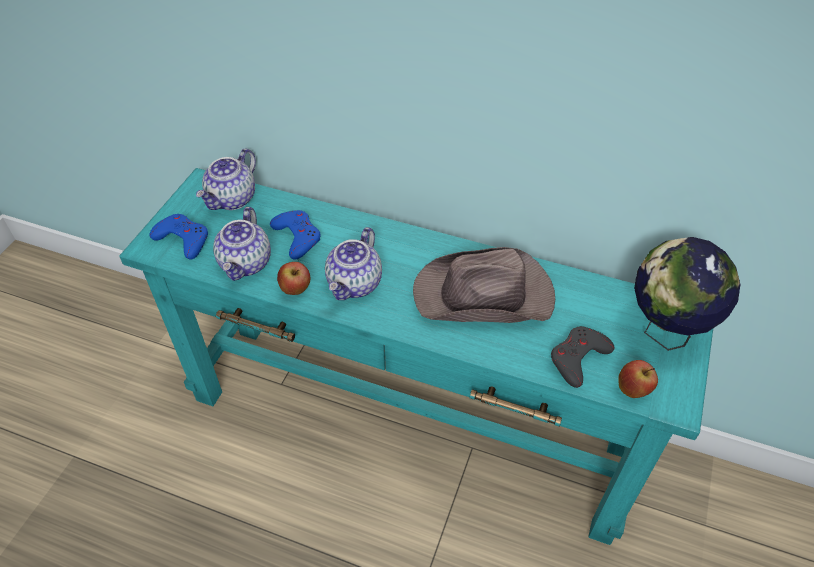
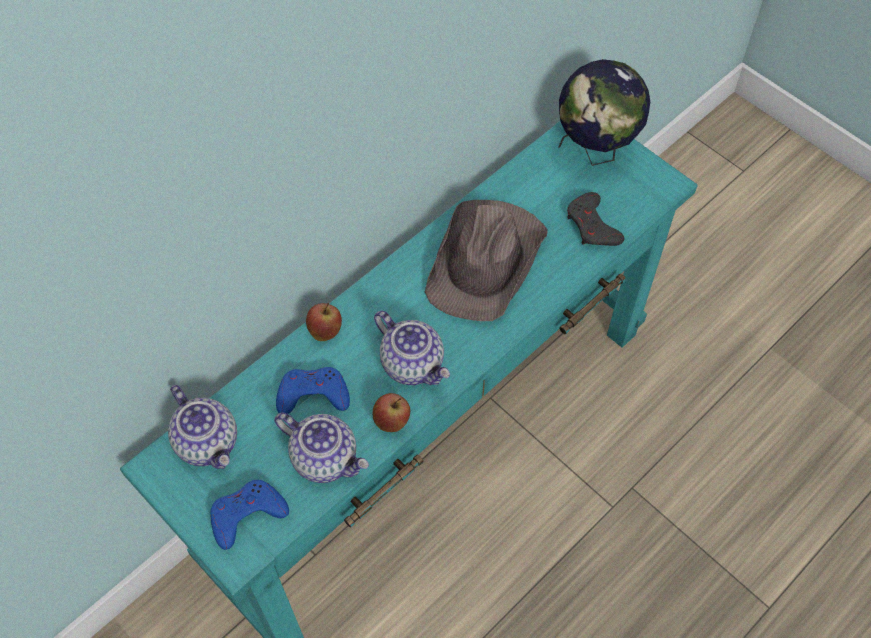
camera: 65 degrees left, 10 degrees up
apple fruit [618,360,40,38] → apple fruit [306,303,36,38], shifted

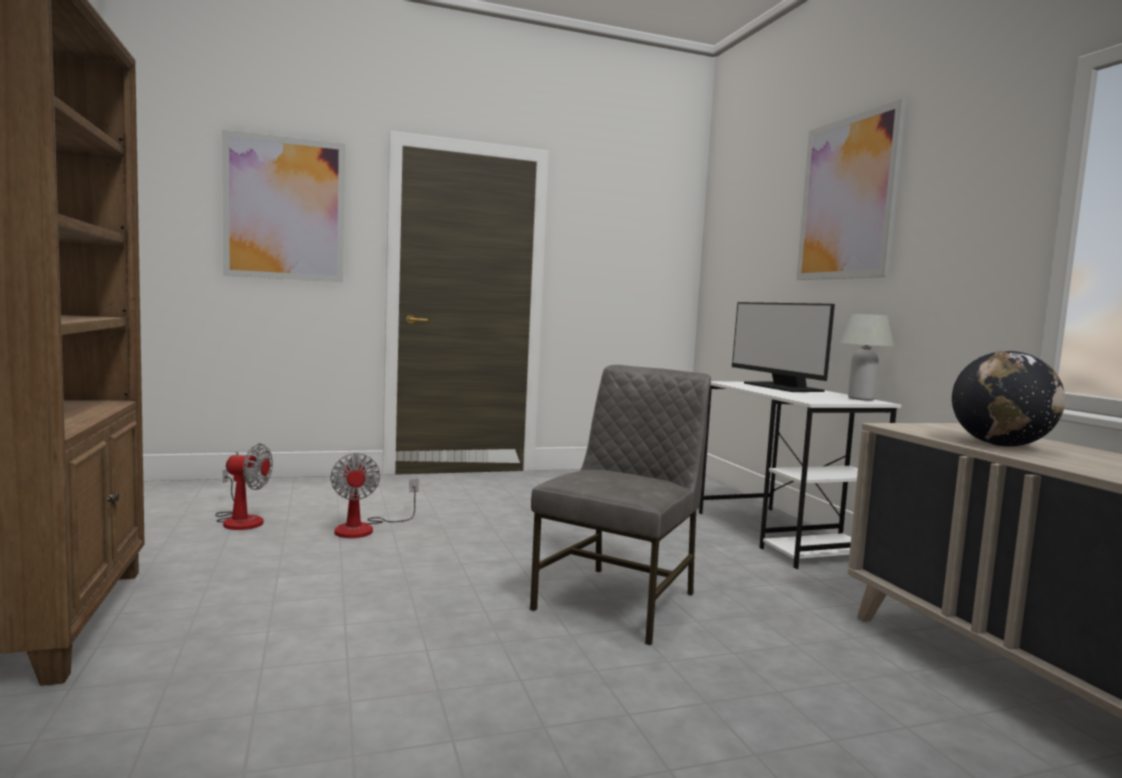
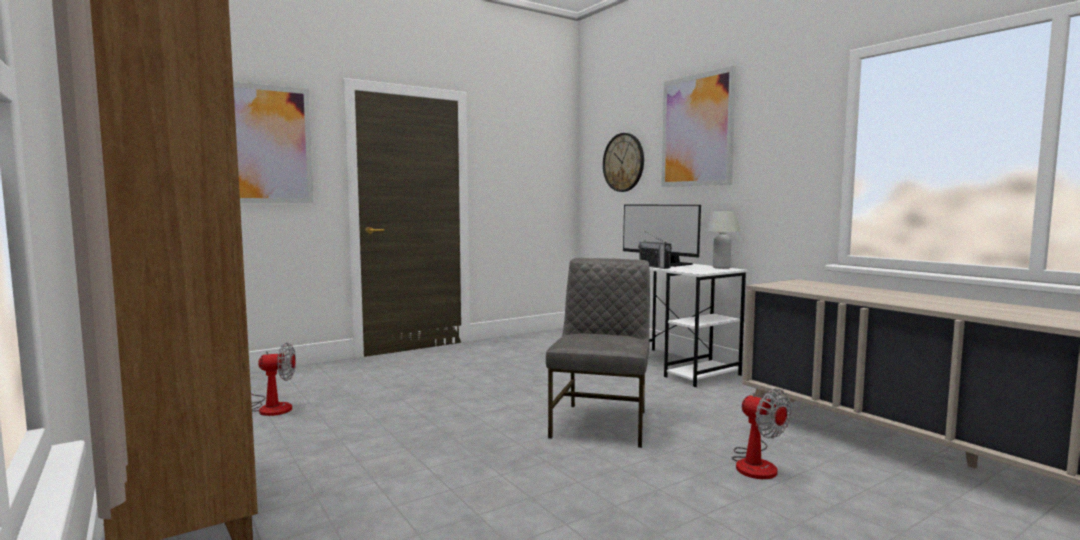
camera: 15 degrees left, 0 degrees up
desk globe [952,351,113,96] → -
electric fan [330,453,89,85] → electric fan [732,388,59,91], shifted
- → clock on the wall [603,133,41,59]
- → radio set [638,232,34,37]

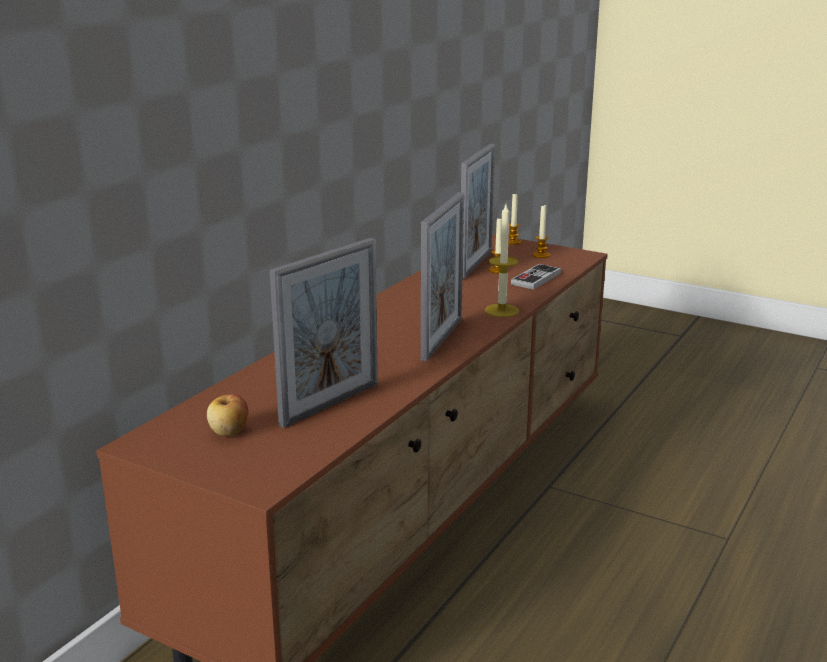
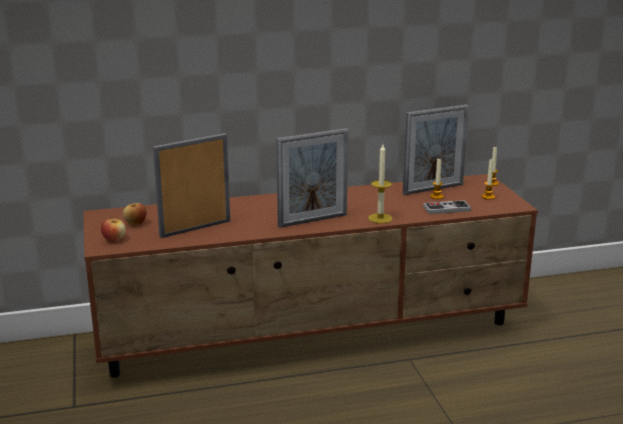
camera: 45 degrees right, 0 degrees up
standing frame [270,238,108,190] → standing frame [153,133,77,105], 150 degrees clockwise
- → apple fruit [101,218,25,24]

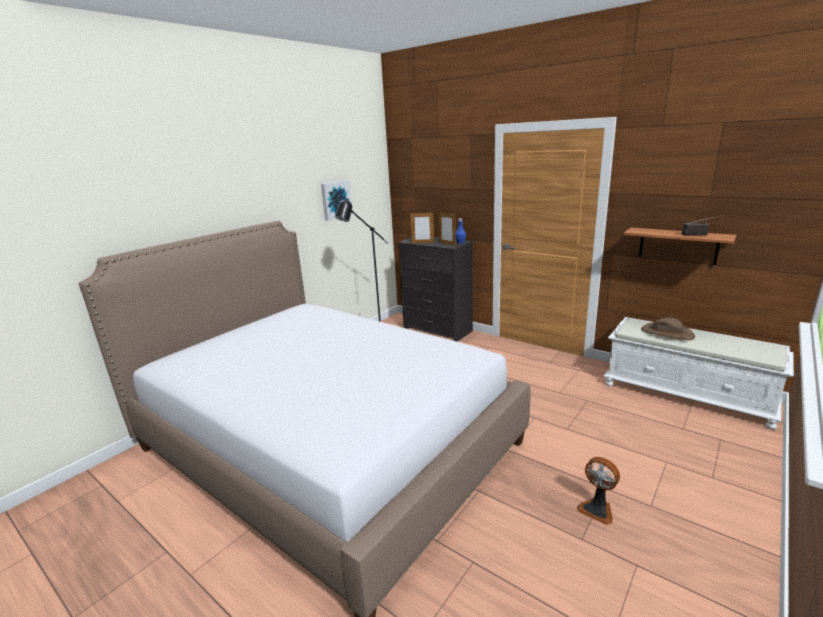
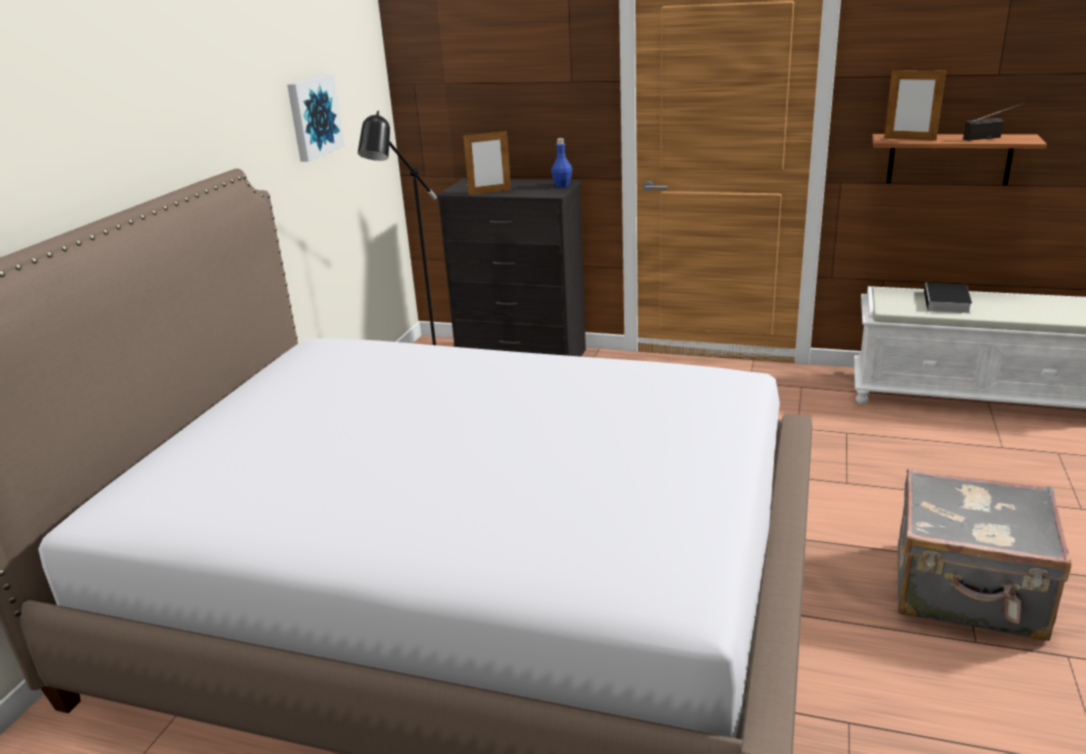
camera: 20 degrees left, 5 degrees up
standing frame [438,212,18,34] → standing frame [884,68,62,73], shifted
hat in brown-coloured [641,318,54,22] → bound book [924,283,48,32]
electric fan [577,457,43,68] → travel case in greyish [897,468,175,173]

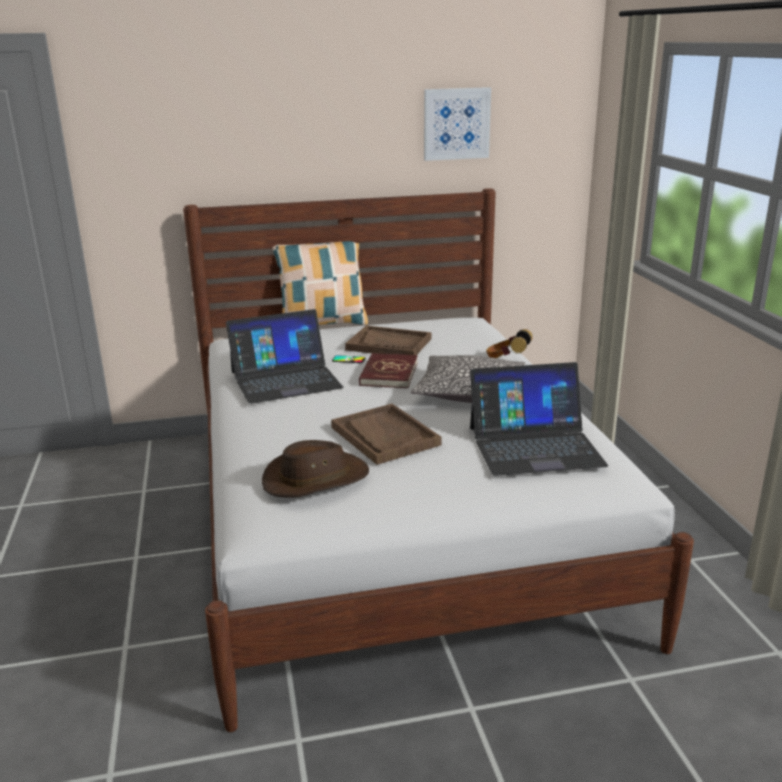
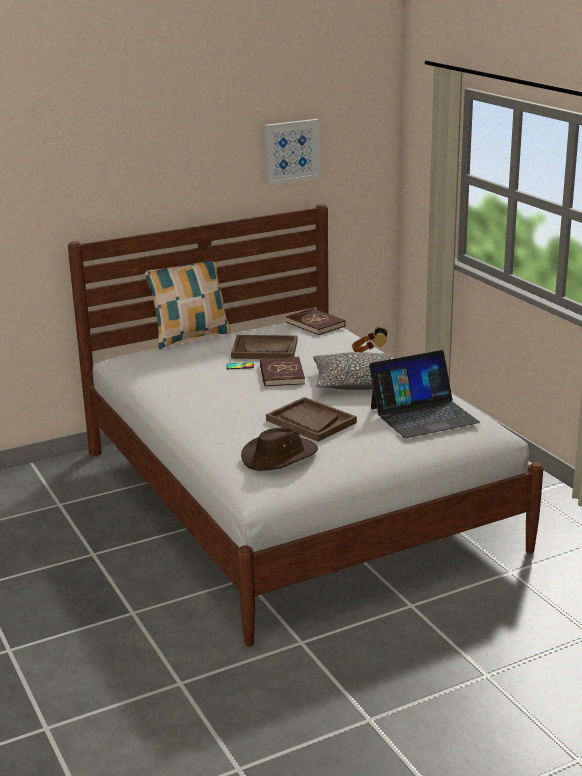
camera: 15 degrees left, 0 degrees up
laptop [226,309,117,95] → -
- → bound book in red-coloured [286,308,60,27]

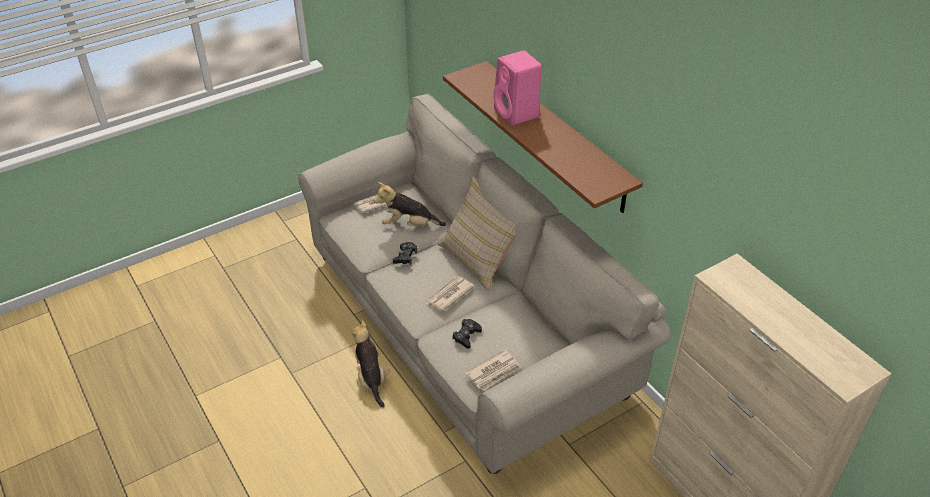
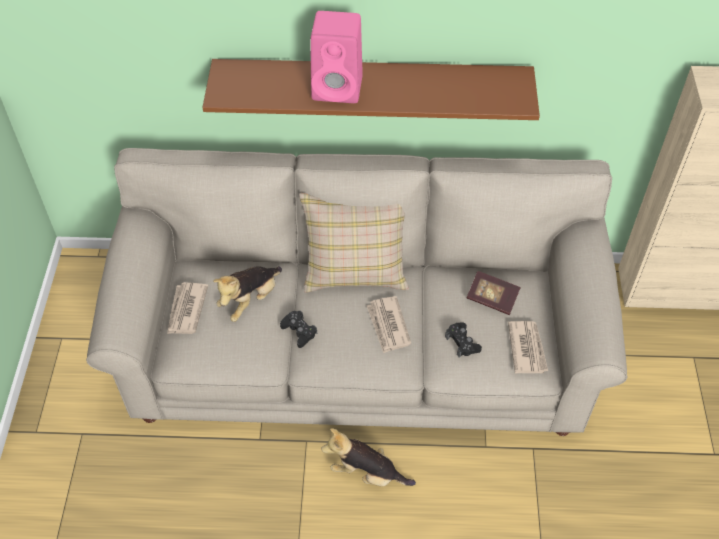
camera: 55 degrees left, 10 degrees up
- → bound book [466,271,55,44]

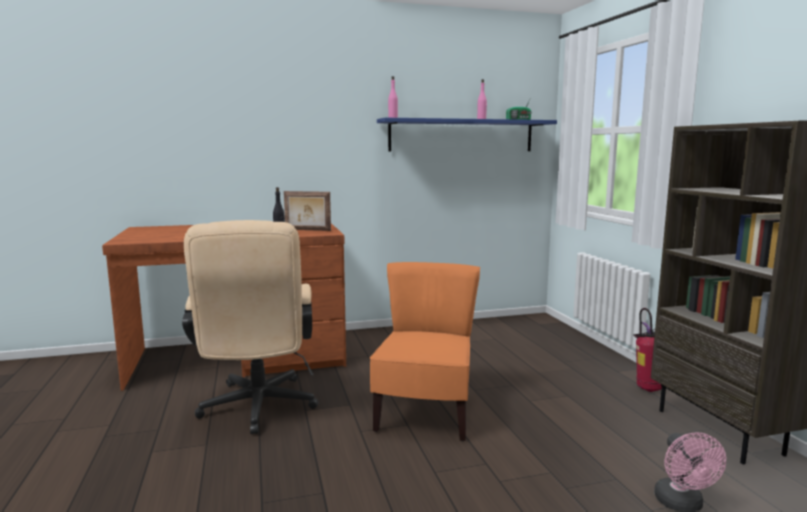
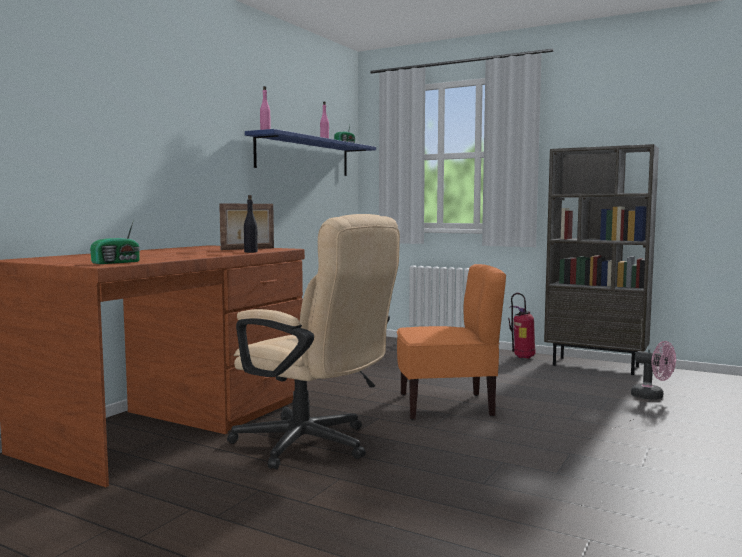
camera: 45 degrees left, 5 degrees down
chair in orange [370,262,110,179] → chair in orange [397,264,109,156], 120 degrees clockwise
- → radio set [90,219,50,45]

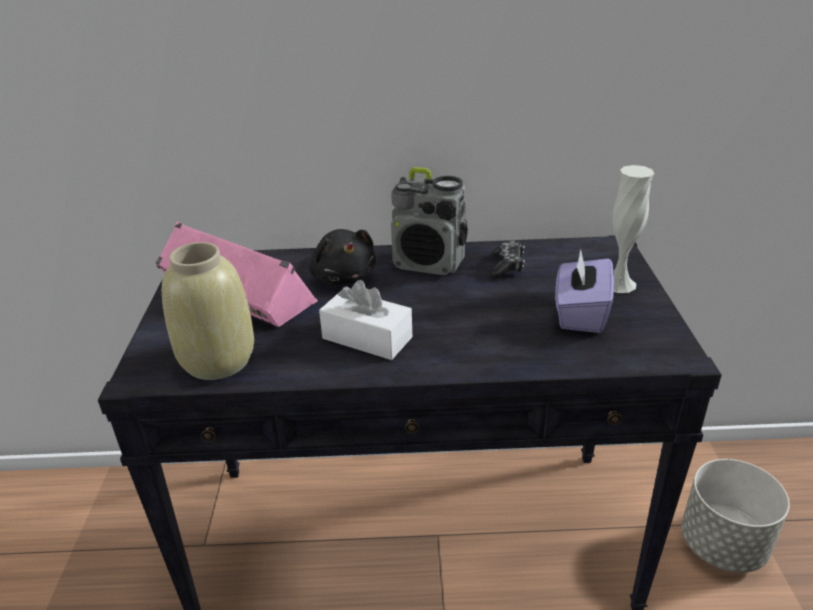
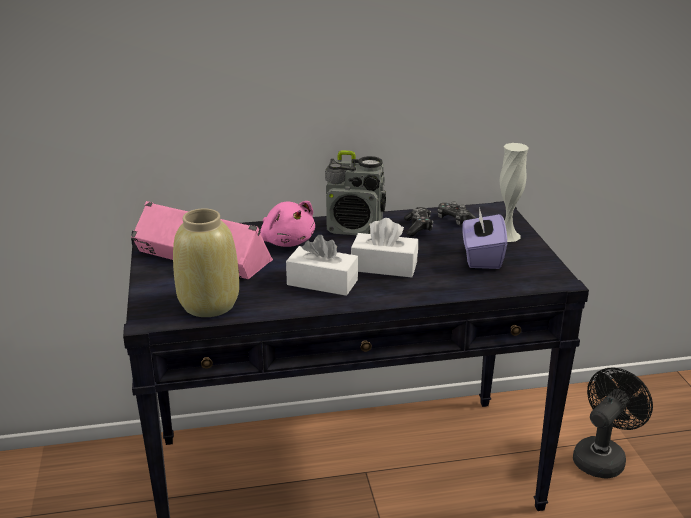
camera: 10 degrees left, 5 degrees down
soft toy in black [309,229,67,56] → soft toy in pink [260,201,55,46]
plant pot in greyish [681,459,109,114] → electric fan in black [573,367,80,112]
- → gamepad [438,202,39,23]
- → box of tissues in white-coloured [351,218,67,60]

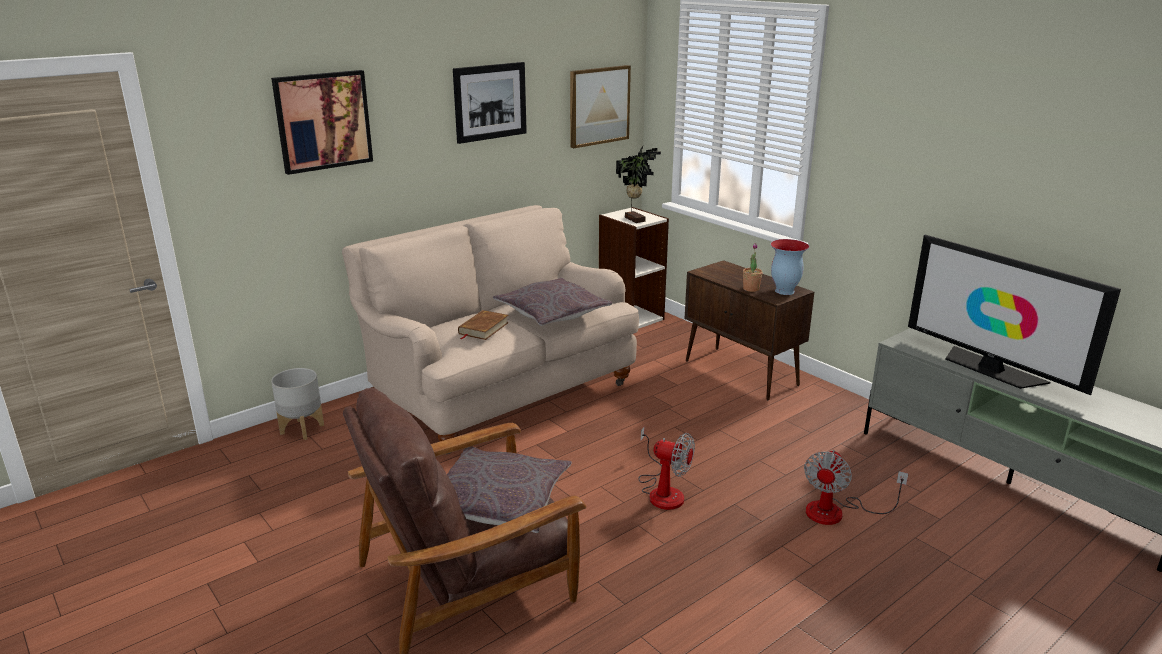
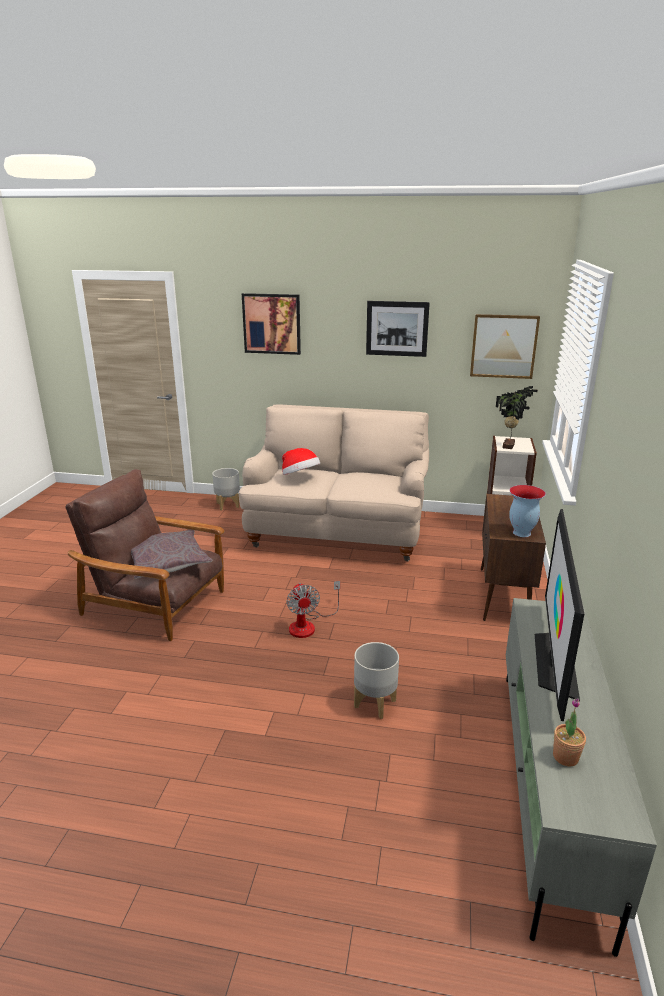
camera: 50 degrees right, 0 degrees up
houseplant [743,243,20,49] → houseplant [553,698,33,68], shifted
pillow in greyish [493,278,120,48] → -
bound book in brown-coloured [458,310,51,30] → hat [282,448,38,27]
electric fan [804,450,105,75] → plant pot in greyish [354,642,45,77]

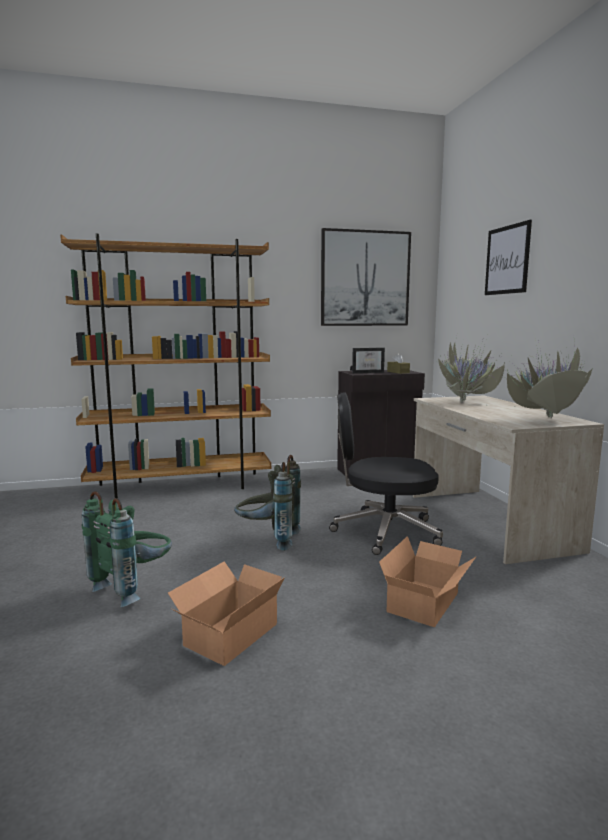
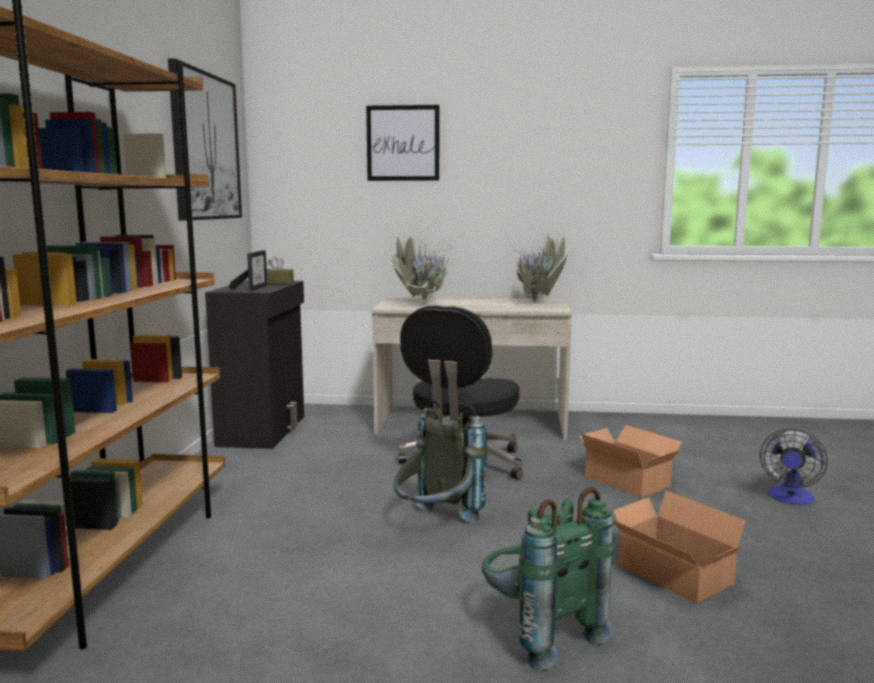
camera: 70 degrees left, 0 degrees up
- → electric fan [760,429,68,76]

